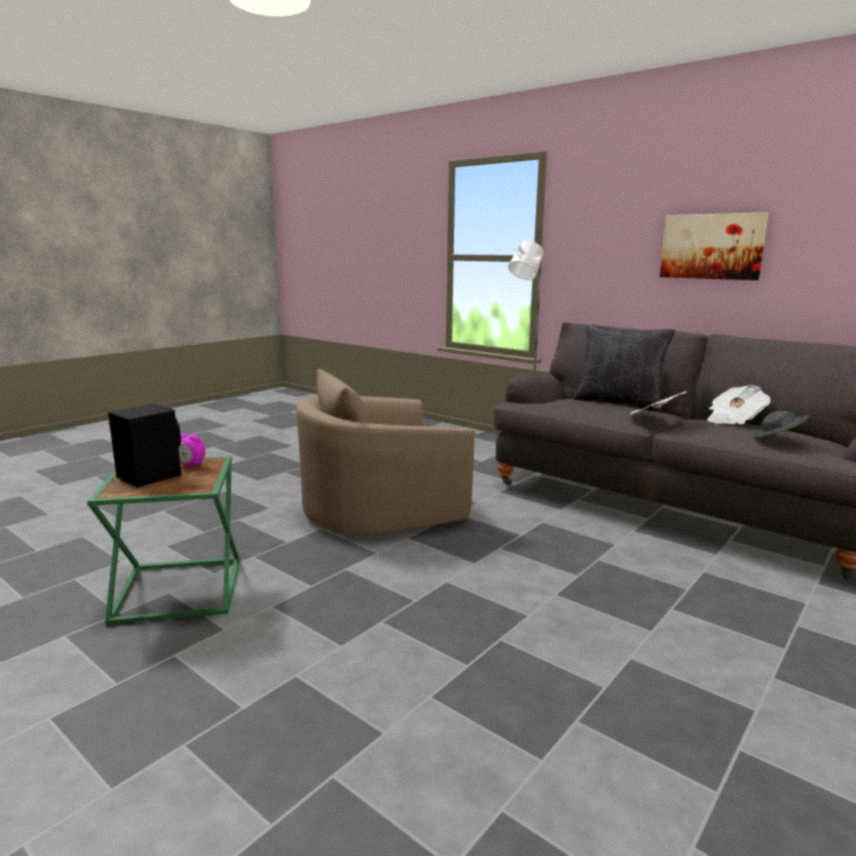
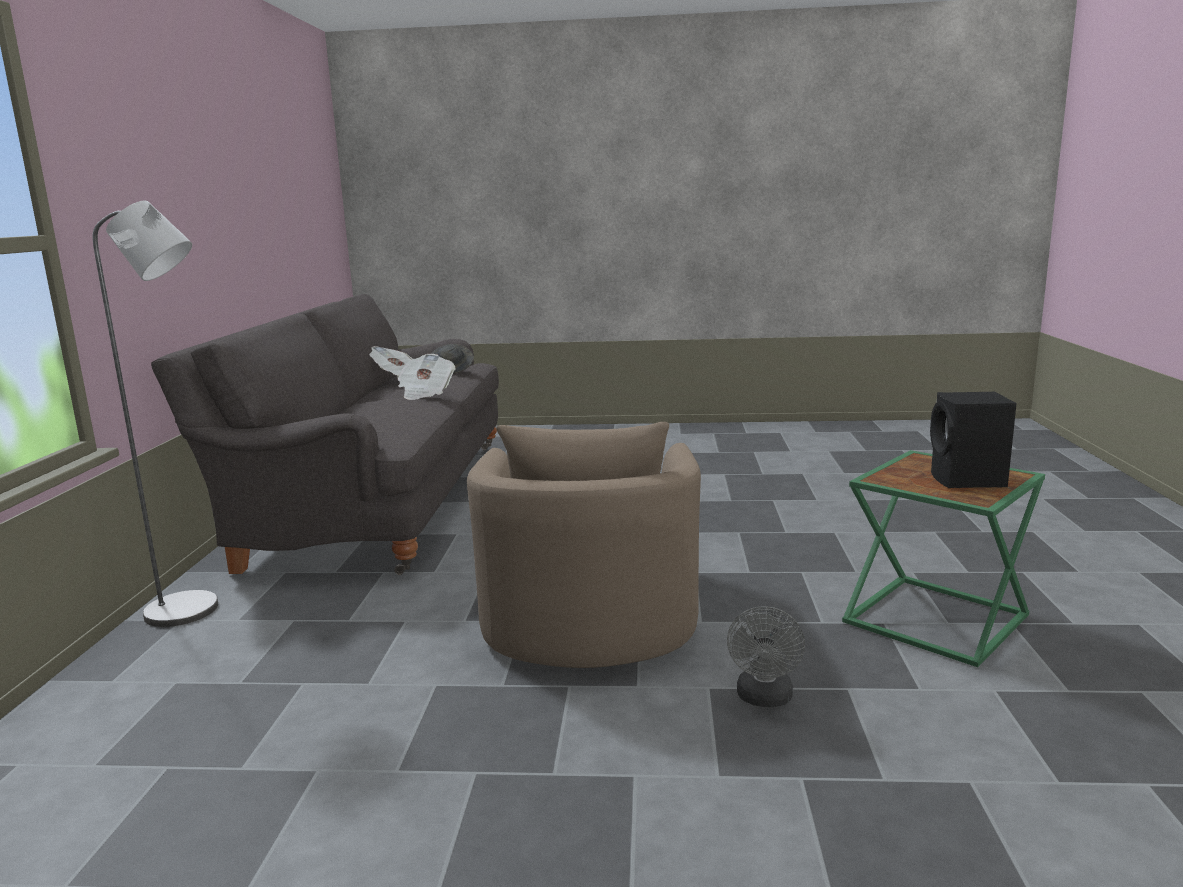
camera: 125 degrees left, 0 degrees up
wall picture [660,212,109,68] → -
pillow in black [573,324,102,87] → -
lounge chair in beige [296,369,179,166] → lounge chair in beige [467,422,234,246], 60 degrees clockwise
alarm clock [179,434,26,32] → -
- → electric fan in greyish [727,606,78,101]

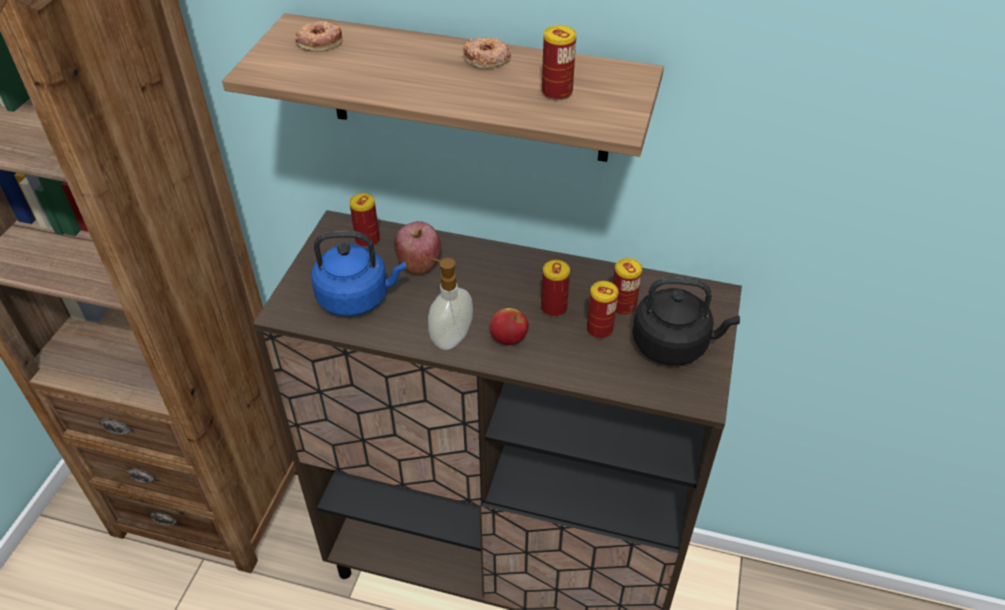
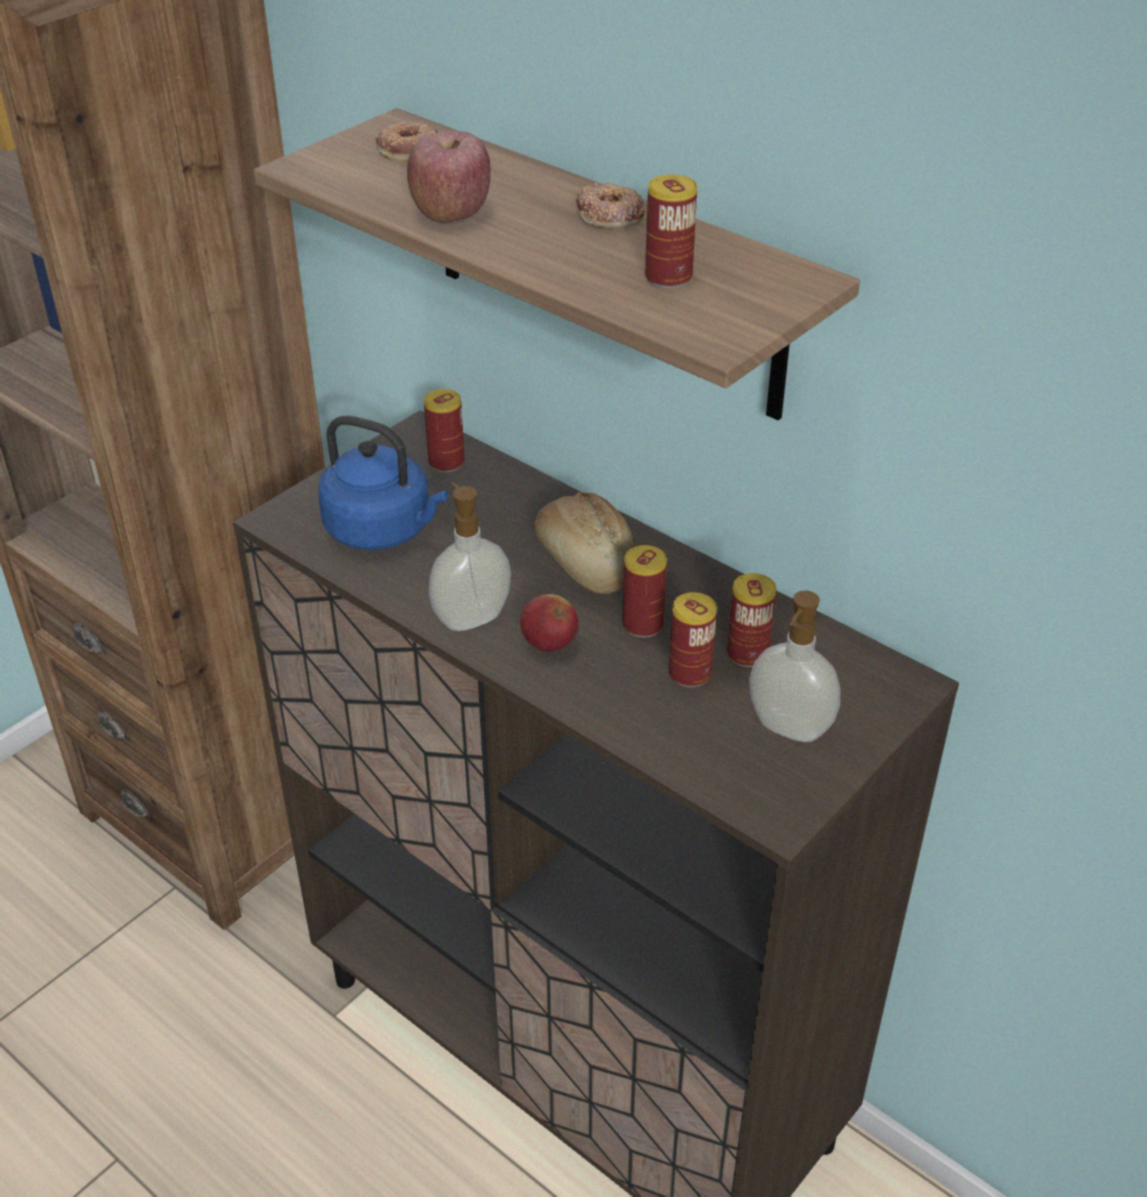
camera: 25 degrees right, 5 degrees down
apple fruit [394,221,47,54] → apple fruit [407,131,84,92], shifted
kettle in black [632,277,108,88] → liquid soap bottle [749,591,91,151]
- → baked bread [534,492,100,102]

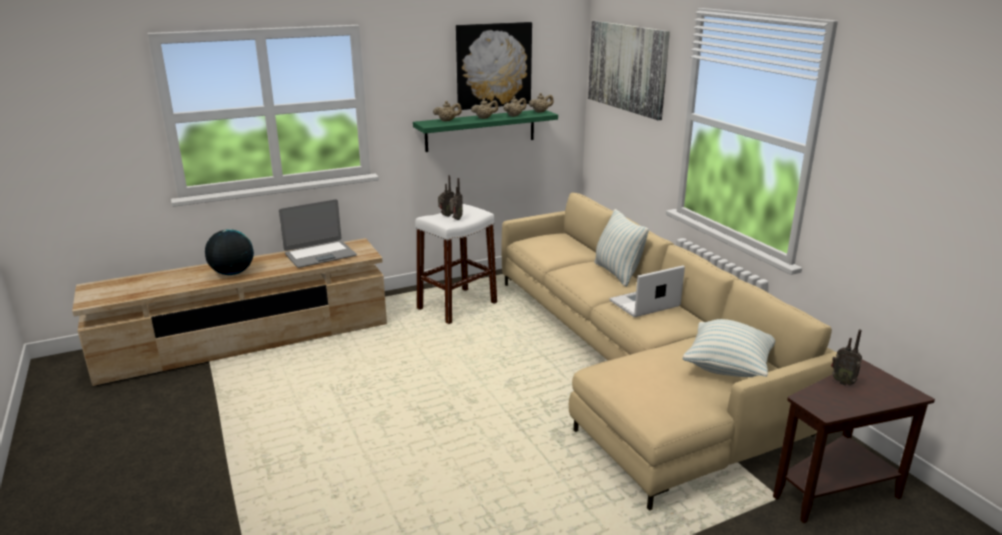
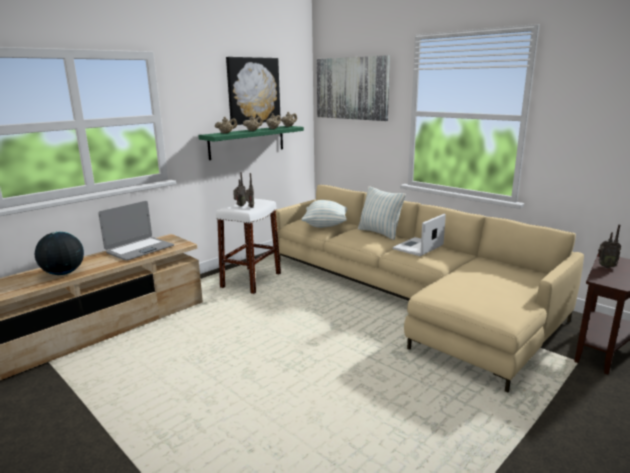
camera: 20 degrees left, 5 degrees down
pillow [682,319,93,58] → pillow [301,200,46,28], shifted

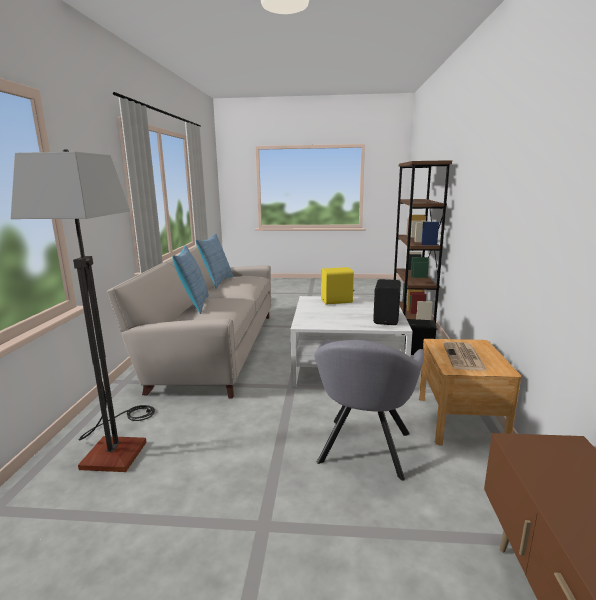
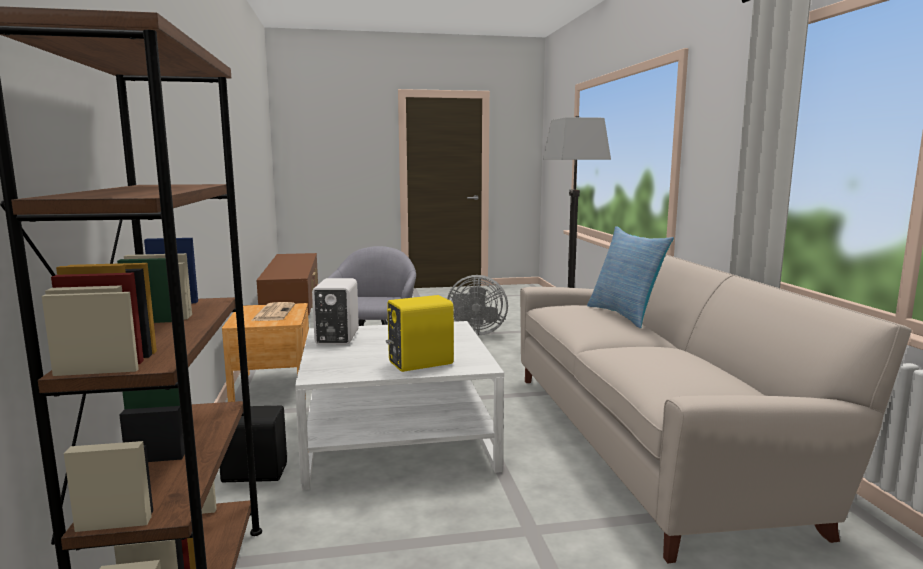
camera: 165 degrees right, 5 degrees down
pillow [196,233,37,56] → -
loudspeaker in black [373,279,28,46] → loudspeaker in white-coloured [312,278,47,67]
- → electric fan in greyish [447,275,61,60]

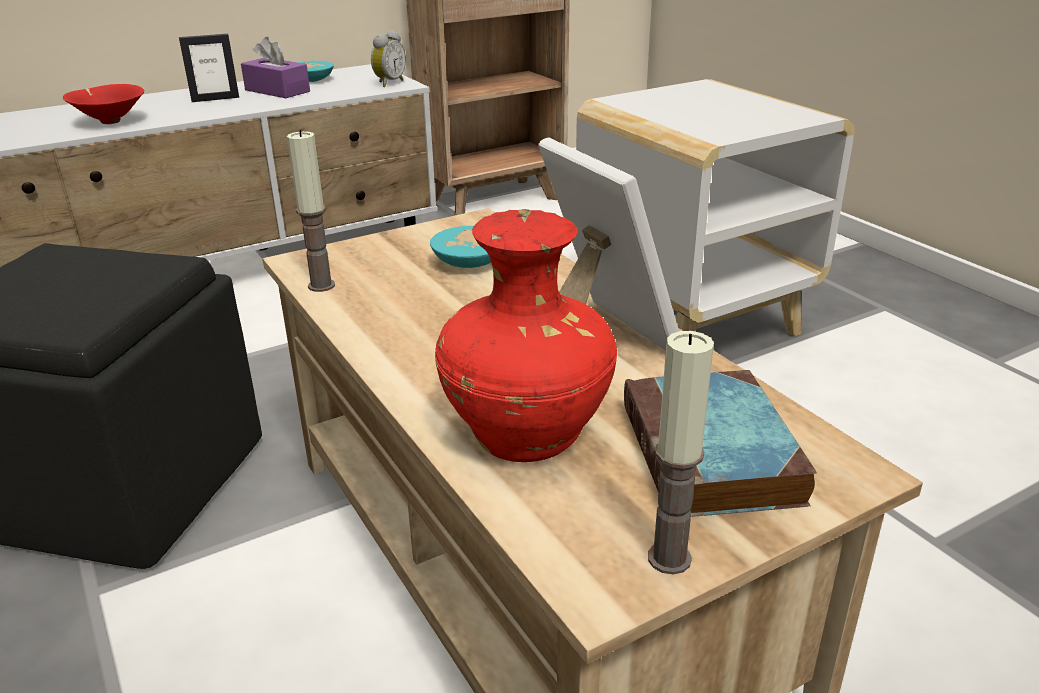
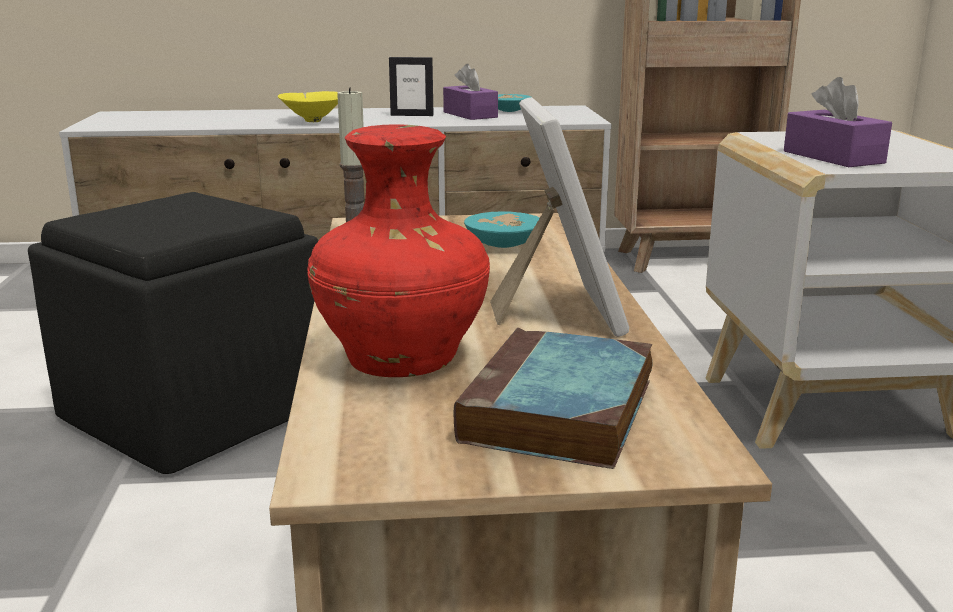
camera: 25 degrees right, 10 degrees down
alarm clock [371,31,35,56] → -
deep dish in red-coloured [63,84,81,40] → deep dish in yellow-coloured [278,91,60,31]
wax light [648,331,66,243] → -
- → box of tissues in purple [784,77,108,90]

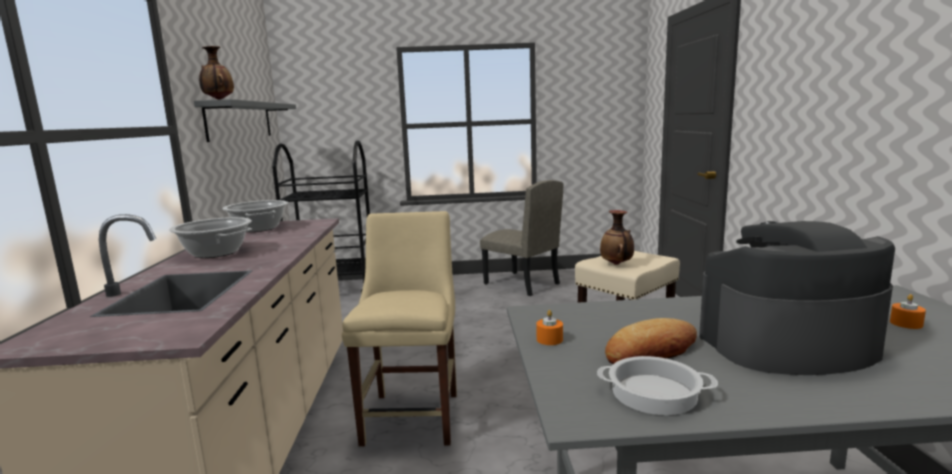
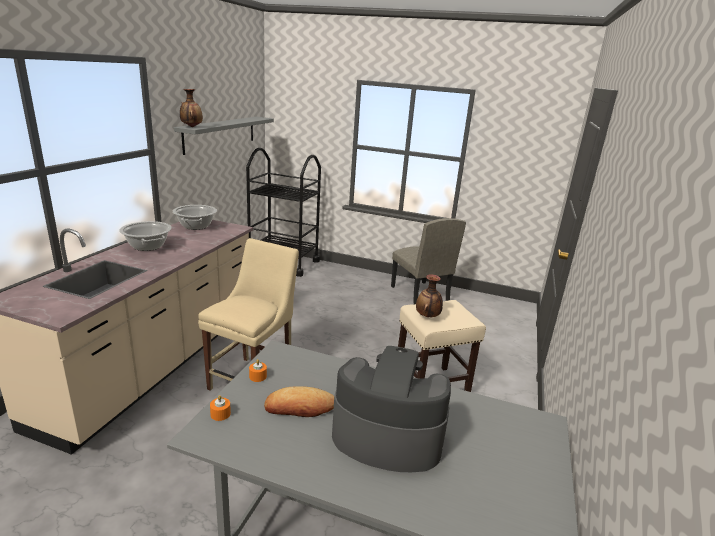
camera: 20 degrees right, 10 degrees up
wax light in orange [890,294,36,35] → wax light in orange [210,395,21,26], shifted
stockpot [597,356,121,59] → -

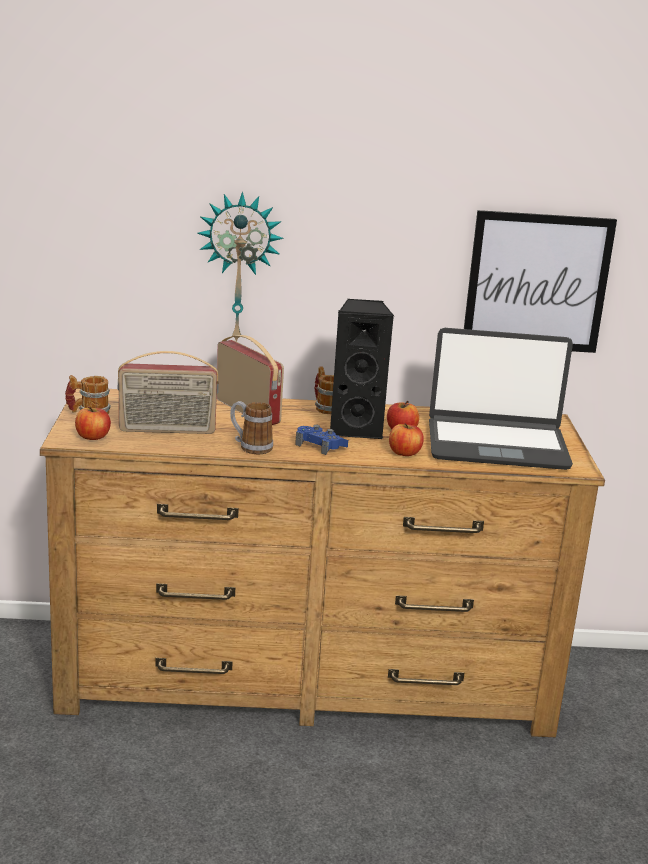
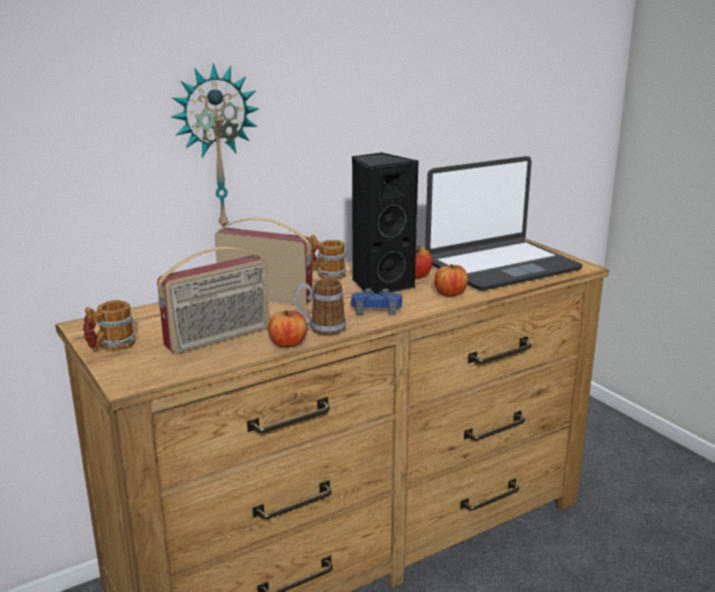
camera: 30 degrees left, 0 degrees up
wall picture [464,210,153,143] → -
apple fruit [75,407,36,33] → apple fruit [268,311,39,37], shifted

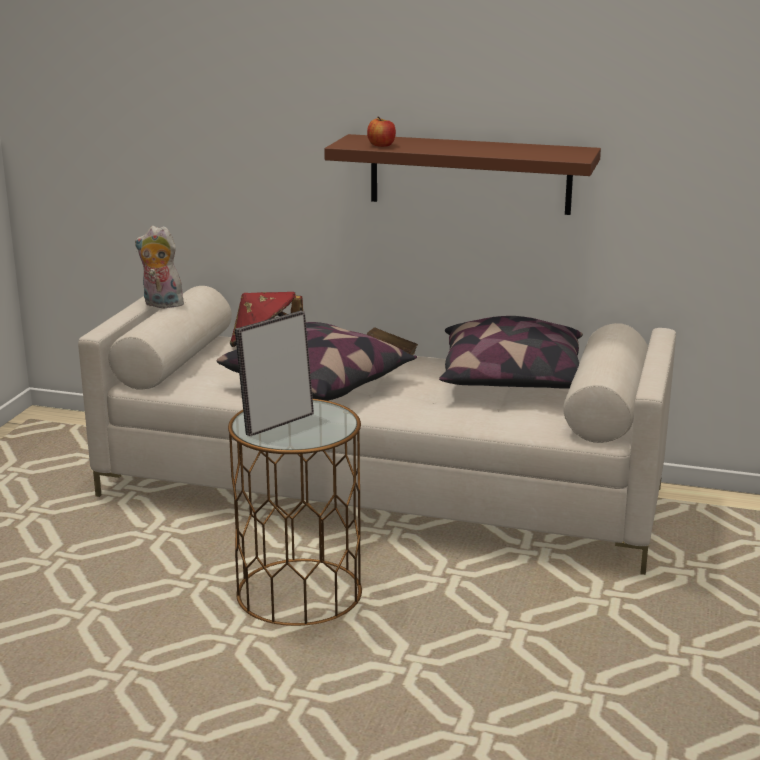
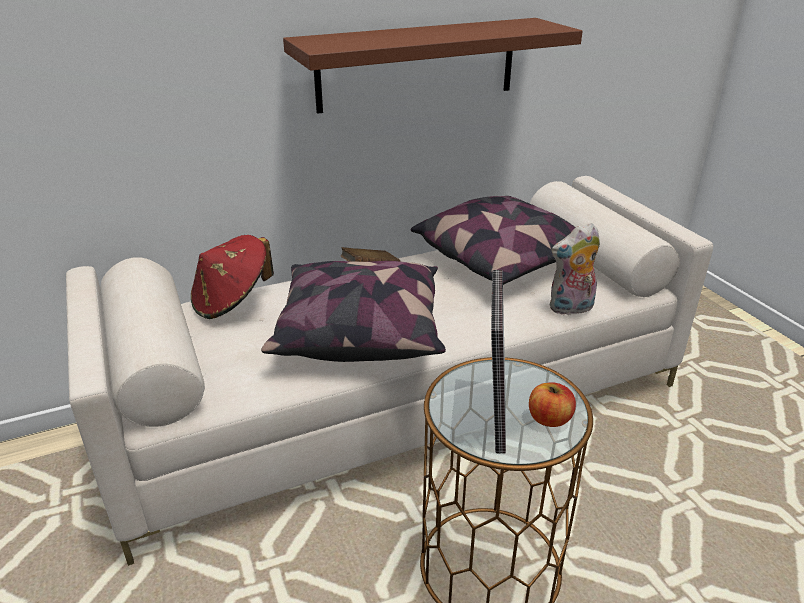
camera: 40 degrees left, 10 degrees up
apple fruit [367,116,29,31] → apple fruit [529,382,47,45], shifted
soft toy [135,226,51,84] → soft toy [550,223,50,92], shifted

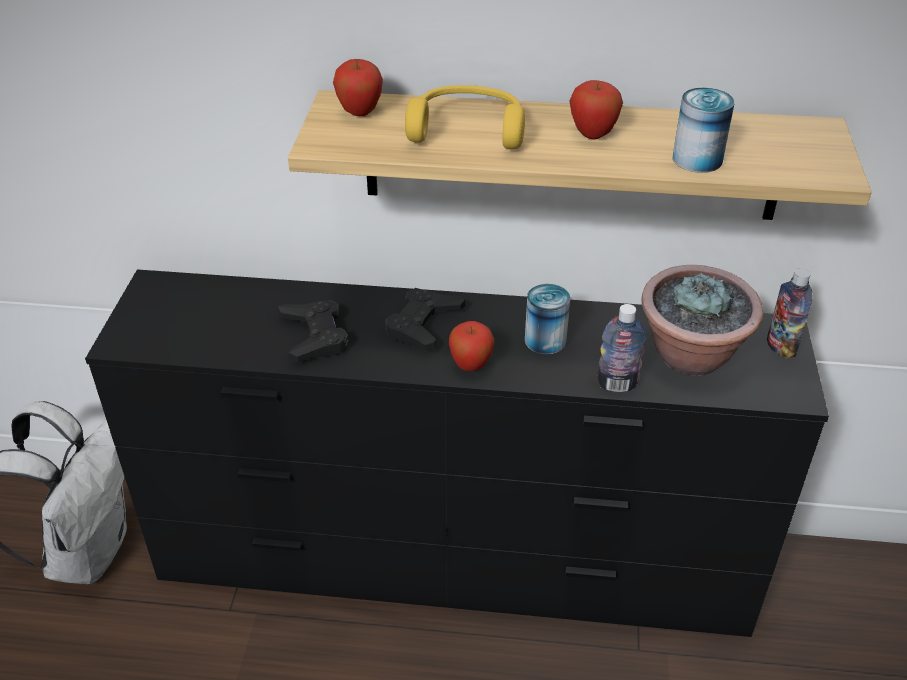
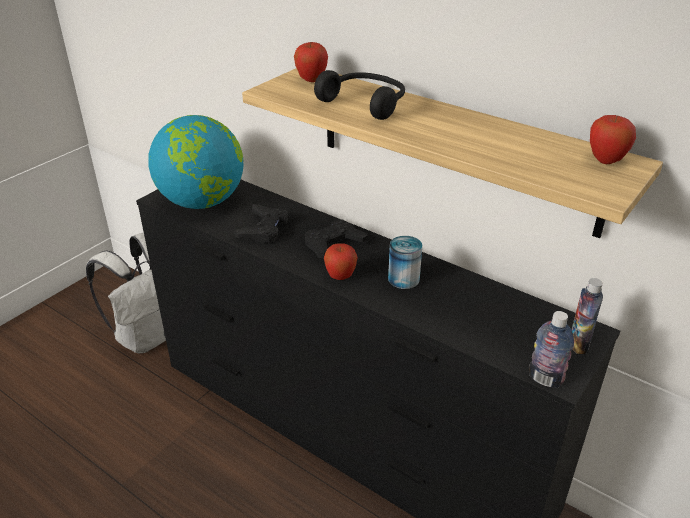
camera: 30 degrees right, 5 degrees down
apple fruit [569,80,54,59] → apple fruit [590,115,46,49], shifted
pair of headphones in yellow-coloured [405,85,120,64] → pair of headphones in black [314,70,91,50]
metal can [673,88,62,85] → -
houseplant [641,265,122,111] → -
drink bottle [597,304,49,88] → drink bottle [529,311,45,77], shifted
- → desk globe [148,115,95,94]

